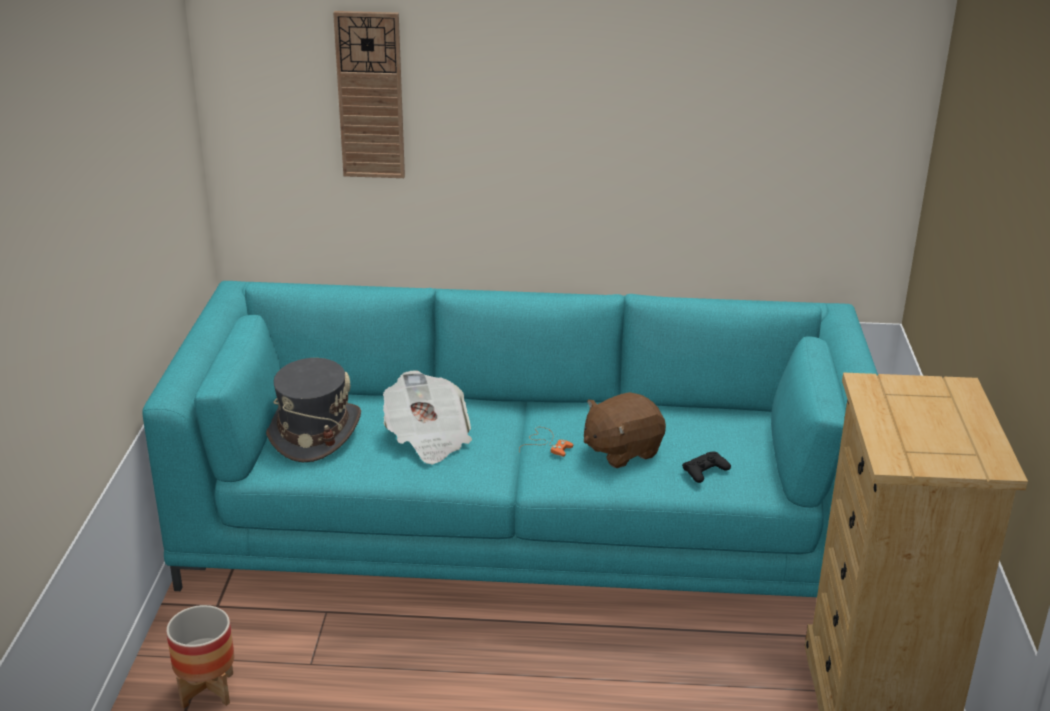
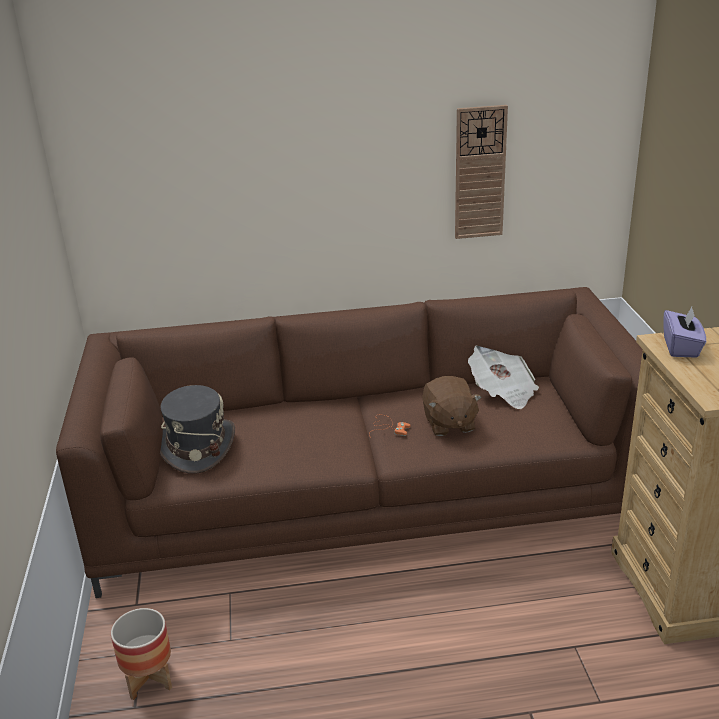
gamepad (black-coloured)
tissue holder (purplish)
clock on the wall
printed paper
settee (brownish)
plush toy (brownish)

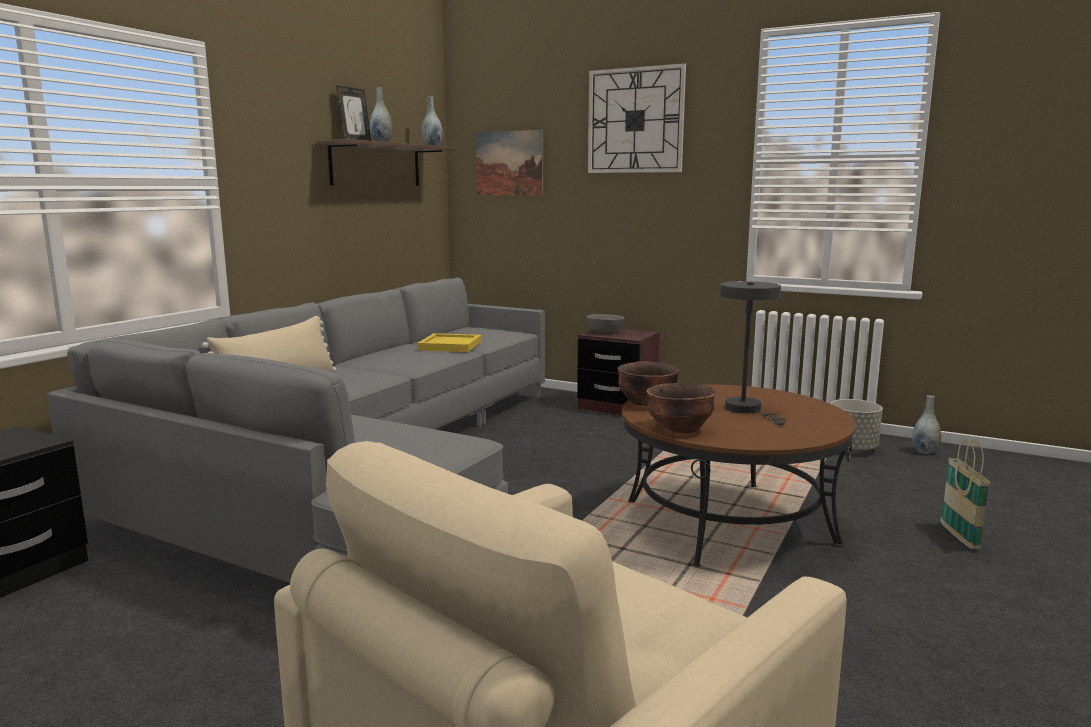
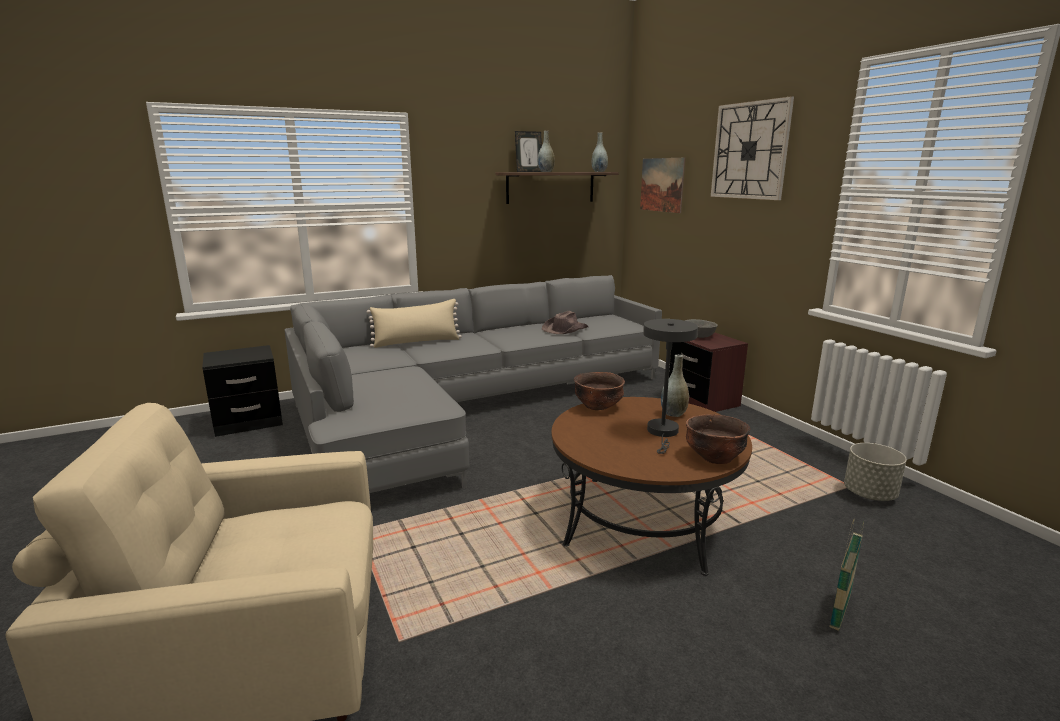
bowl (brownish) (no. 2 from left)
flower vase (gray) (no. 3 from left)
wearable hat (brownish)

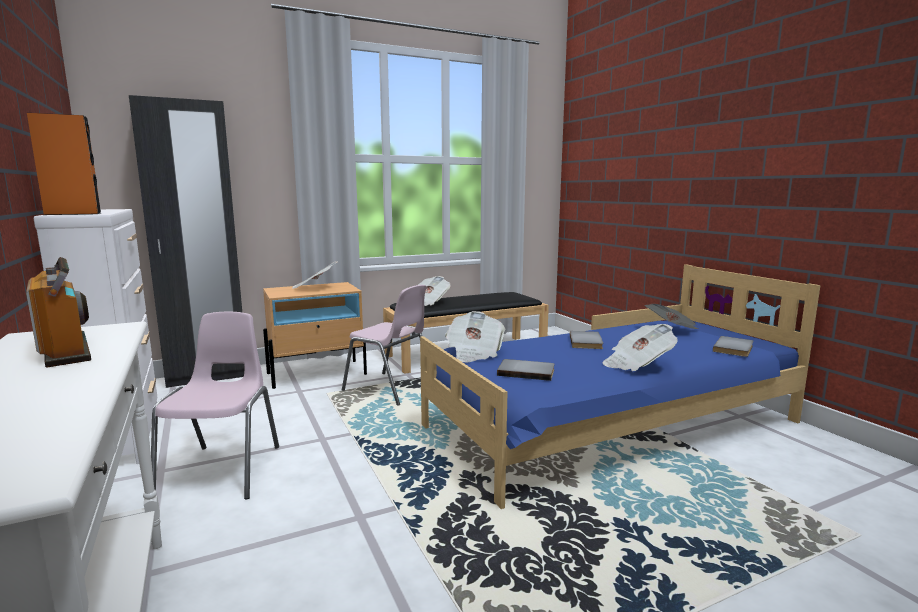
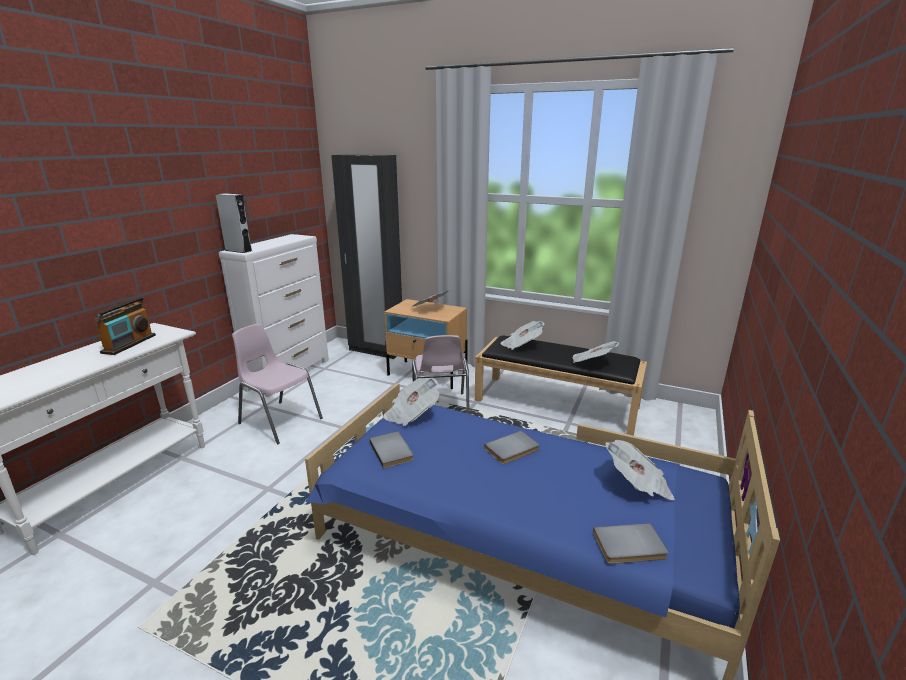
printed paper (no. 4 from left)
loudspeaker (gray)
plain chair (pinkish) (no. 1 from left)

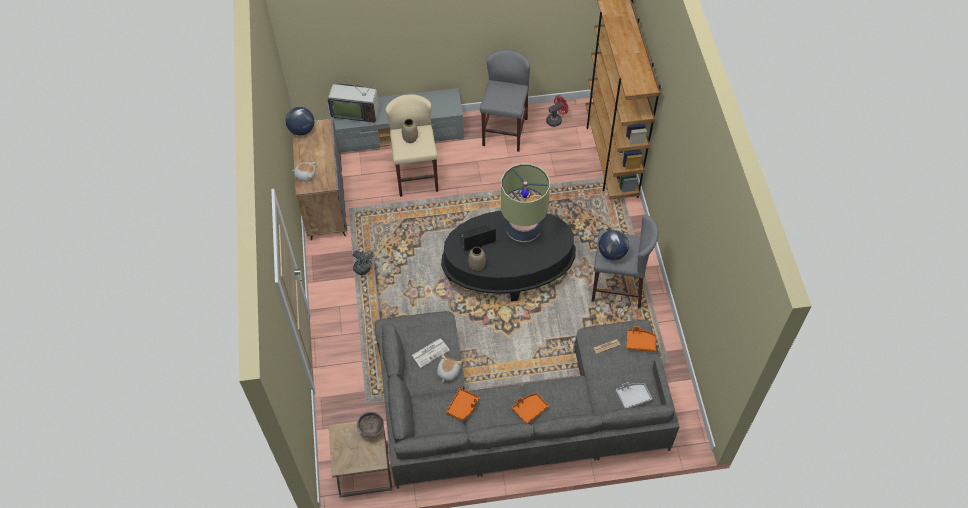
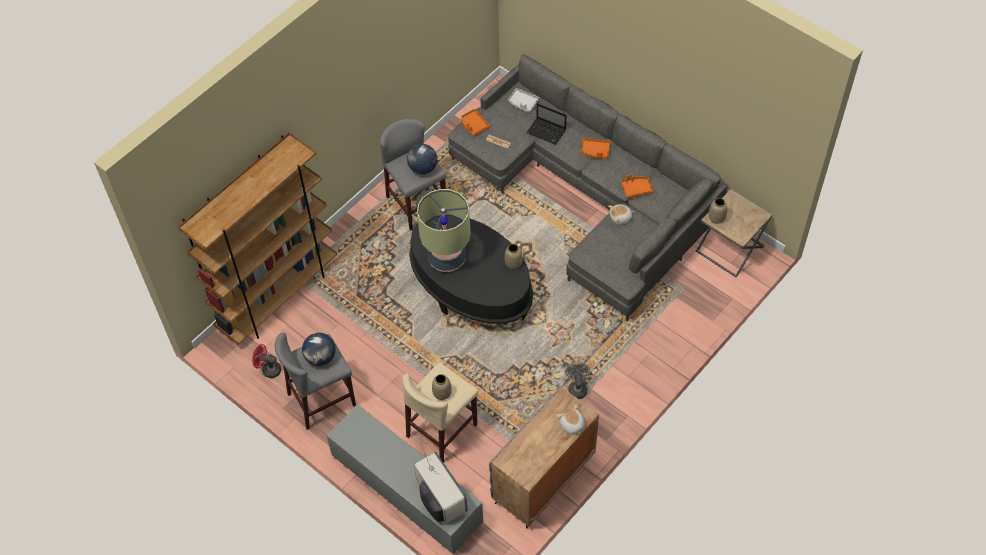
printed paper (no. 1 from left in the first image)
world globe (no. 1 from left)
portable computer
flower vase (no. 3 from left)

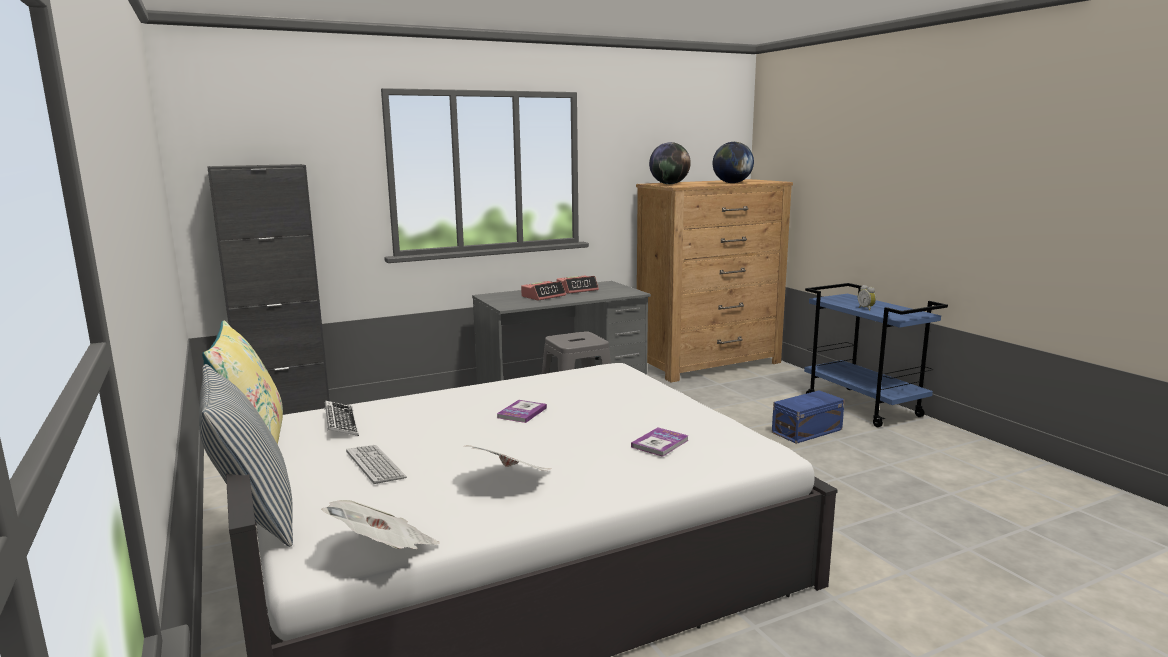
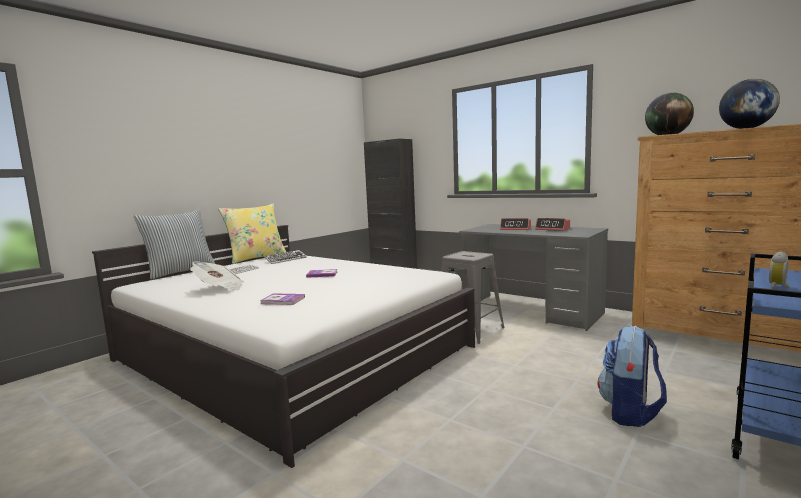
printed paper (no. 1 from left in the first image)
knapsack

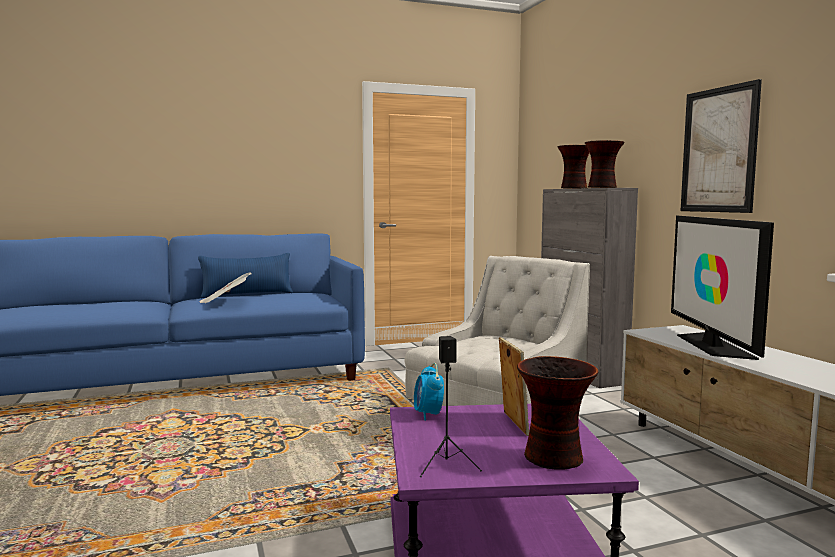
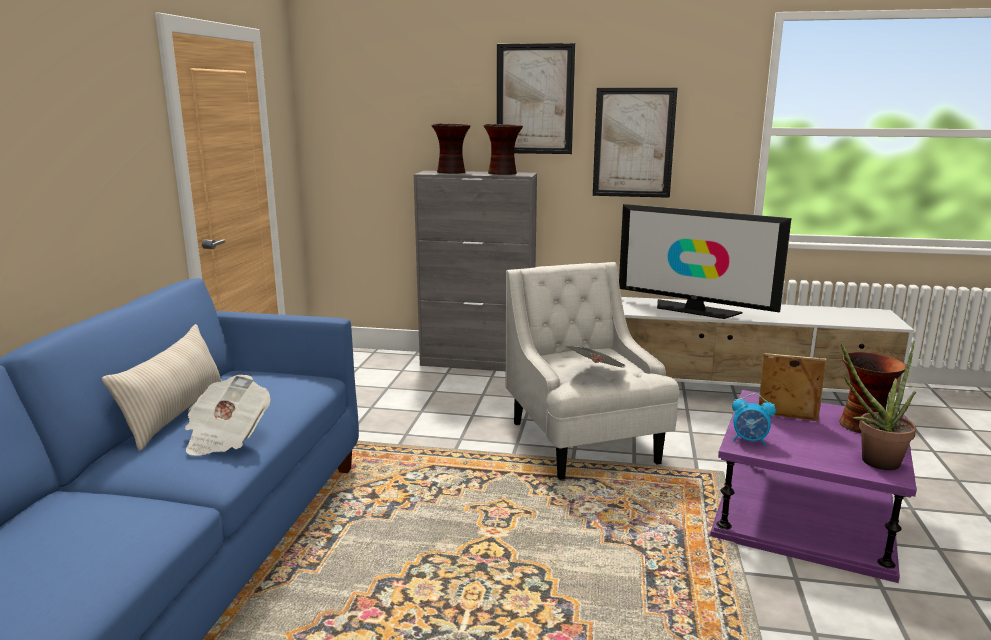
wall art (no. 1 from left)
printed paper (no. 2 from left)
houseplant
pillow (beige-coloured)

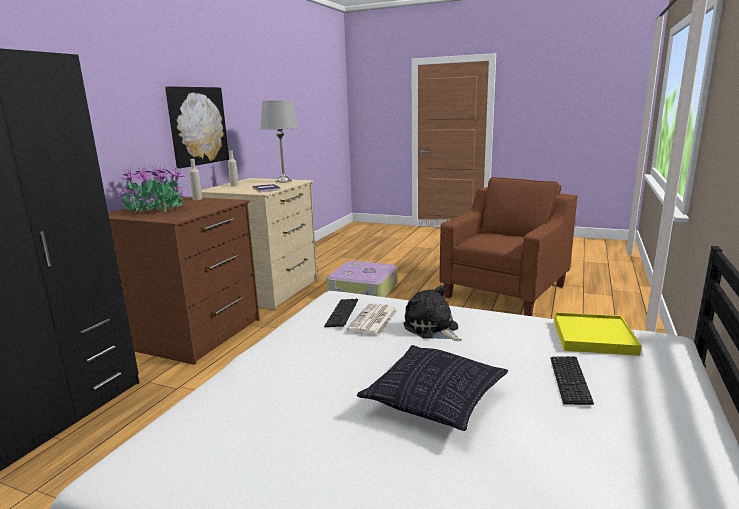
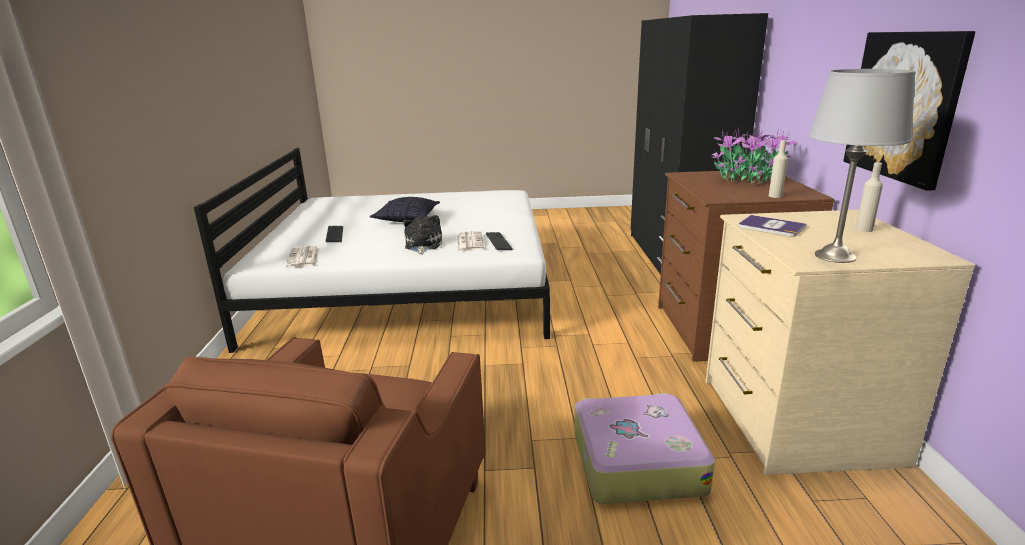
printed paper (no. 1 from left)
plush toy

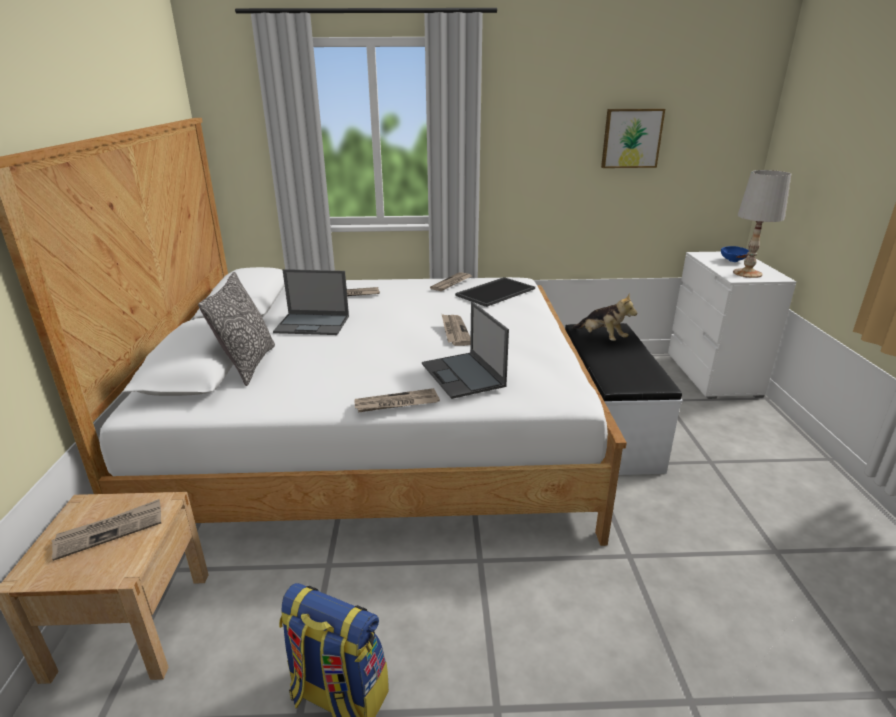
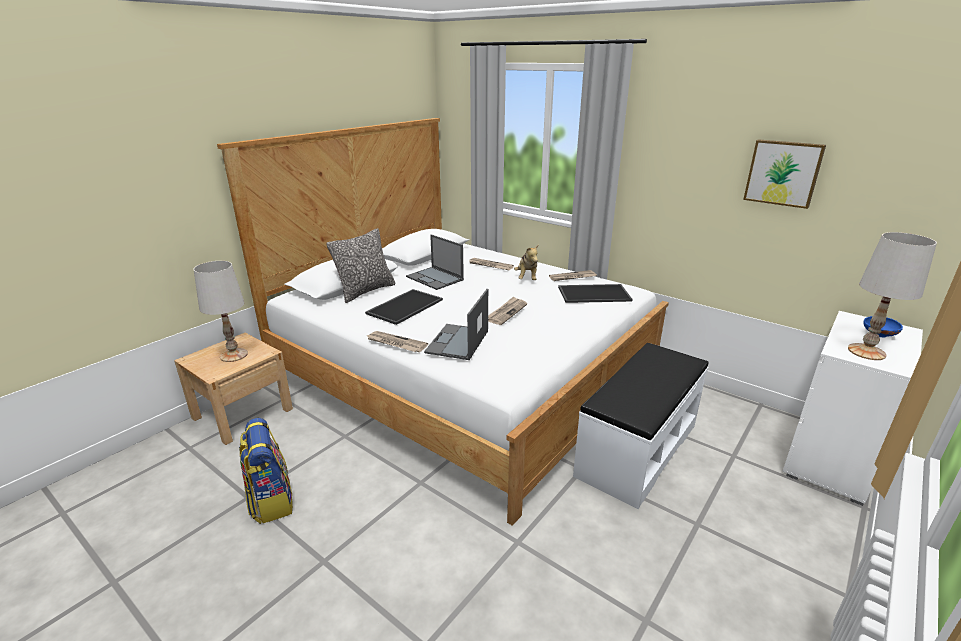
tray (no. 1 from left)
plush toy
table lamp (white) (no. 1 from left)

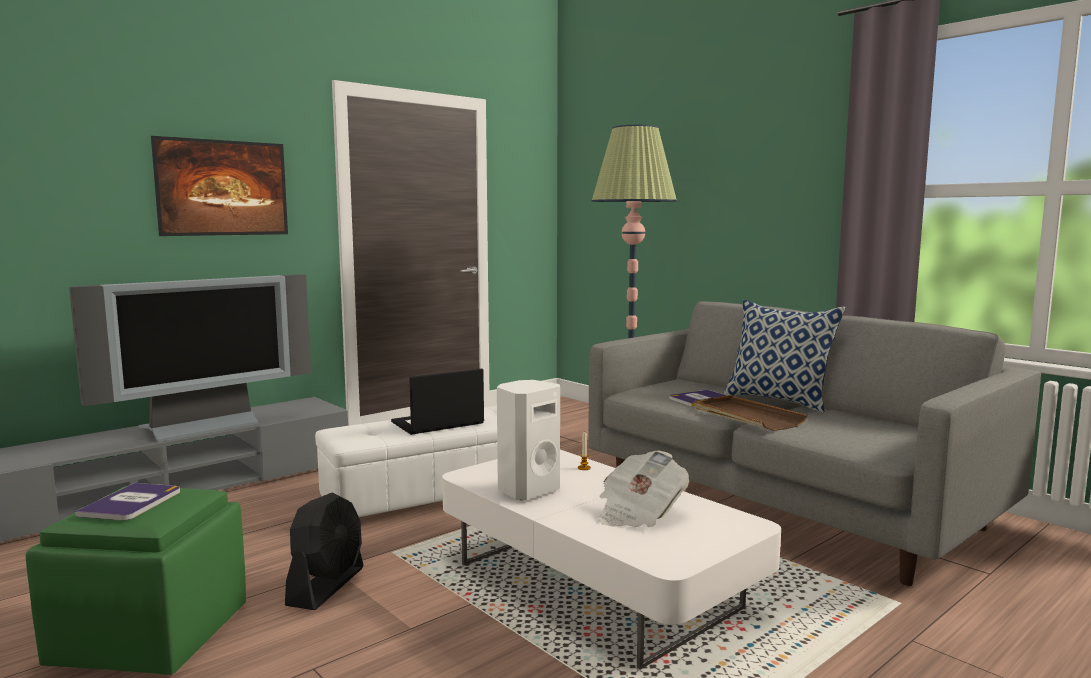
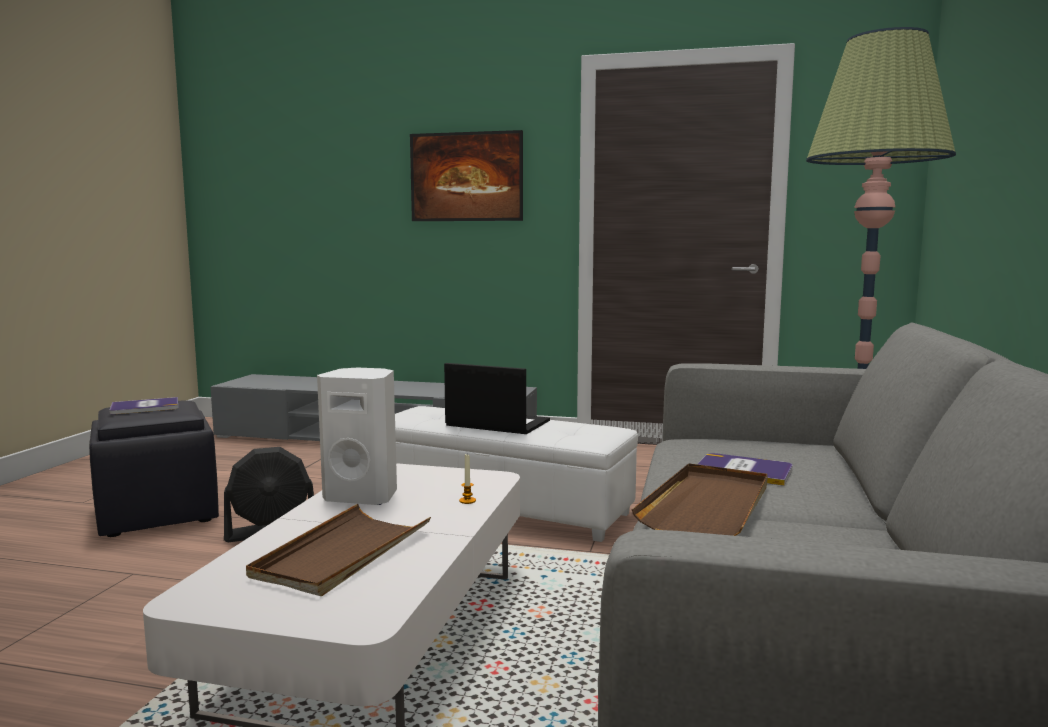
television
pillow
tray (brownish) (no. 1 from left)
pouffe (black-coloured)

